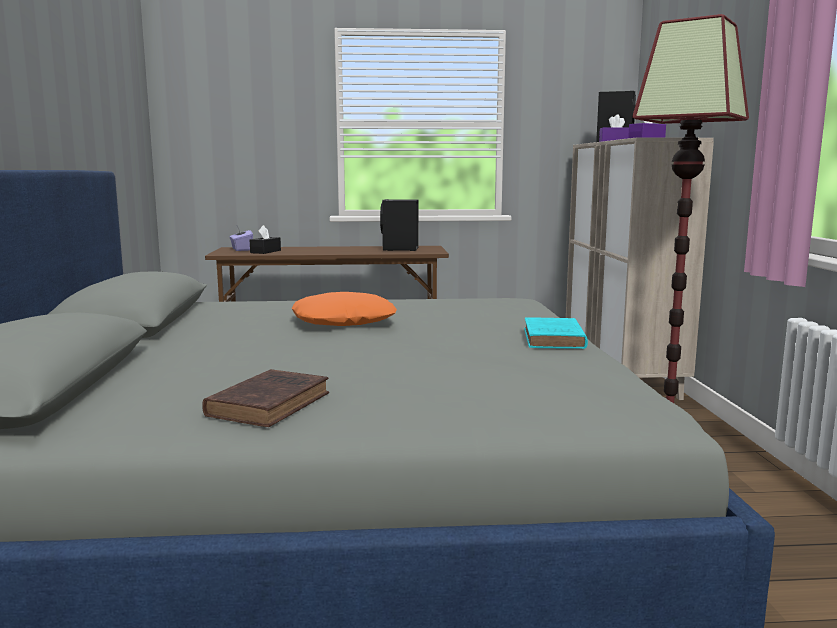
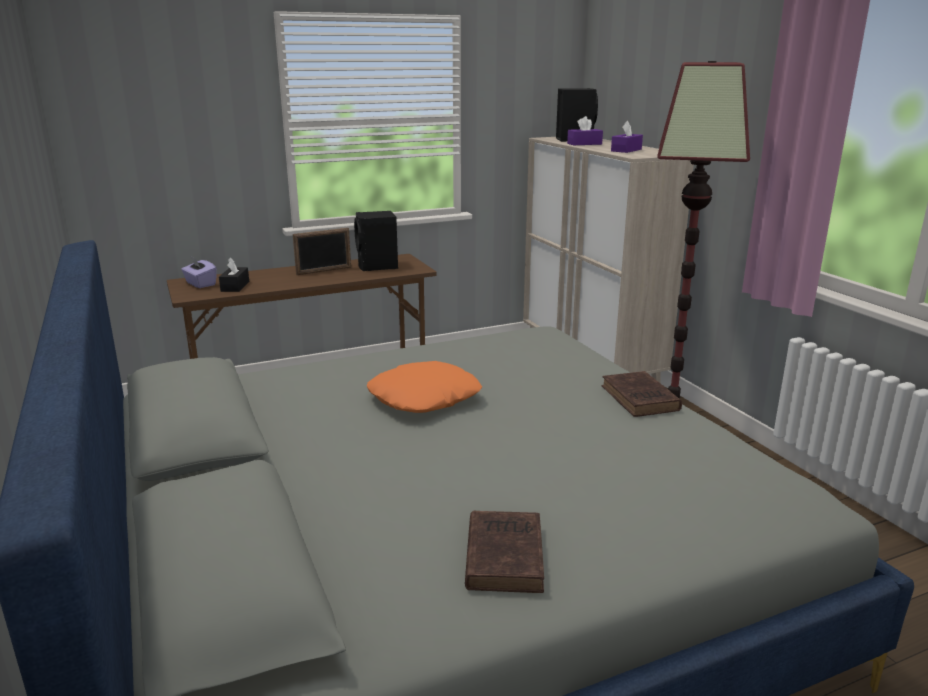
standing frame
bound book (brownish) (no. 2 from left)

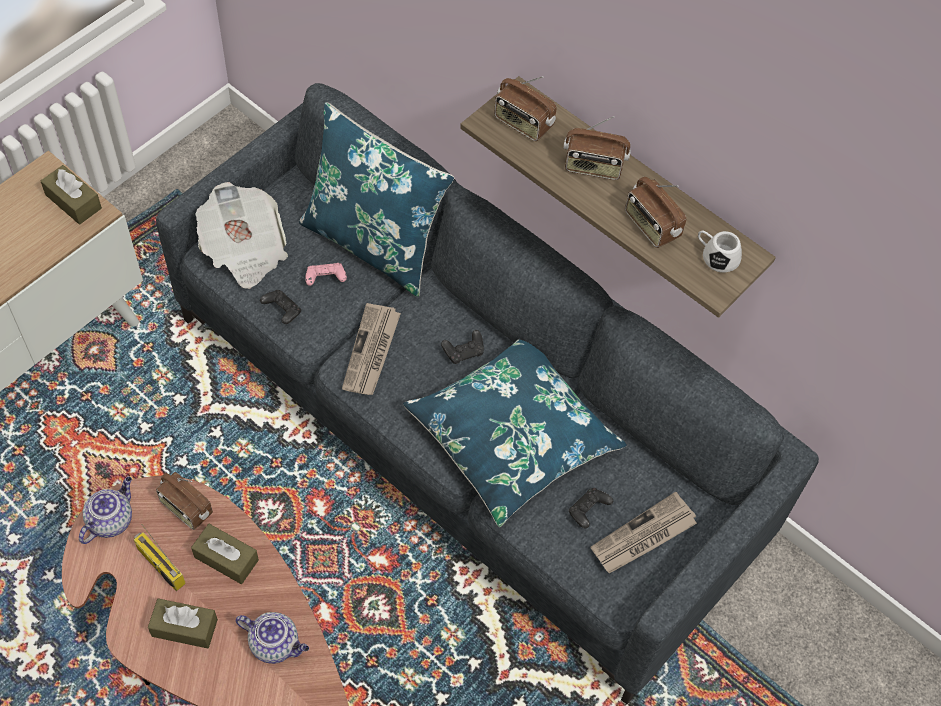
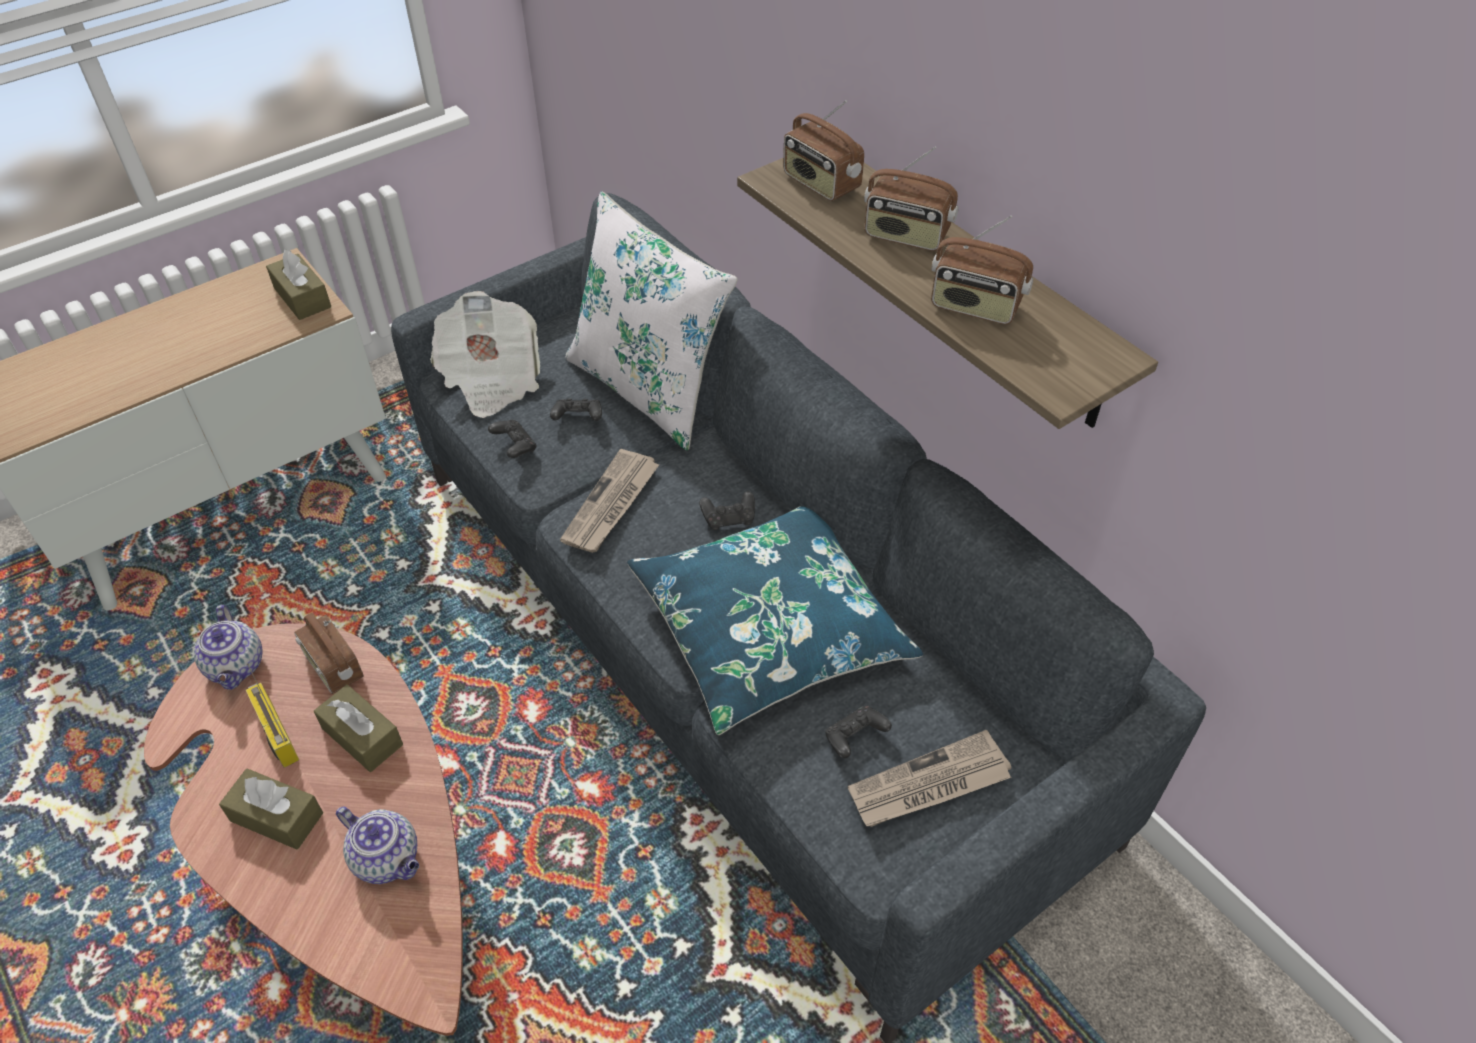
mug (white)
pillow (white)
gamepad (black-coloured) (no. 2 from left)
teapot (no. 1 from left)
radio (no. 5 from left)

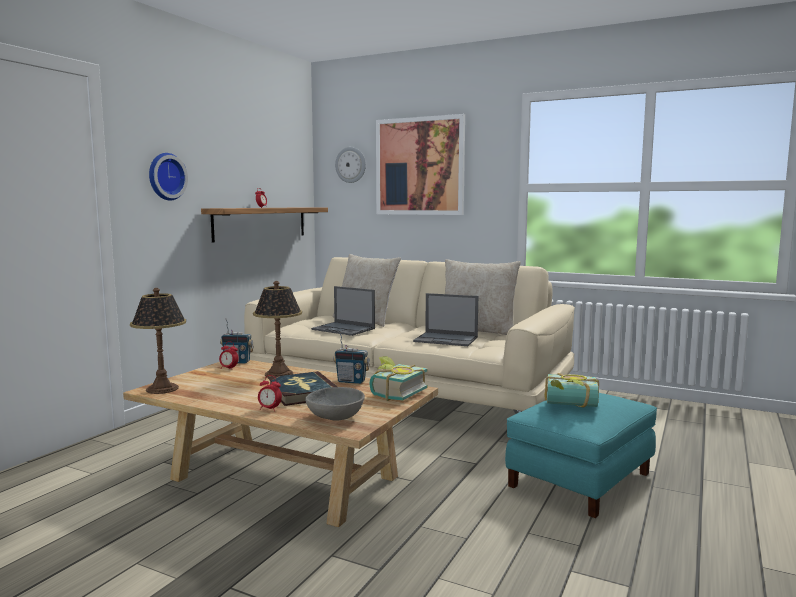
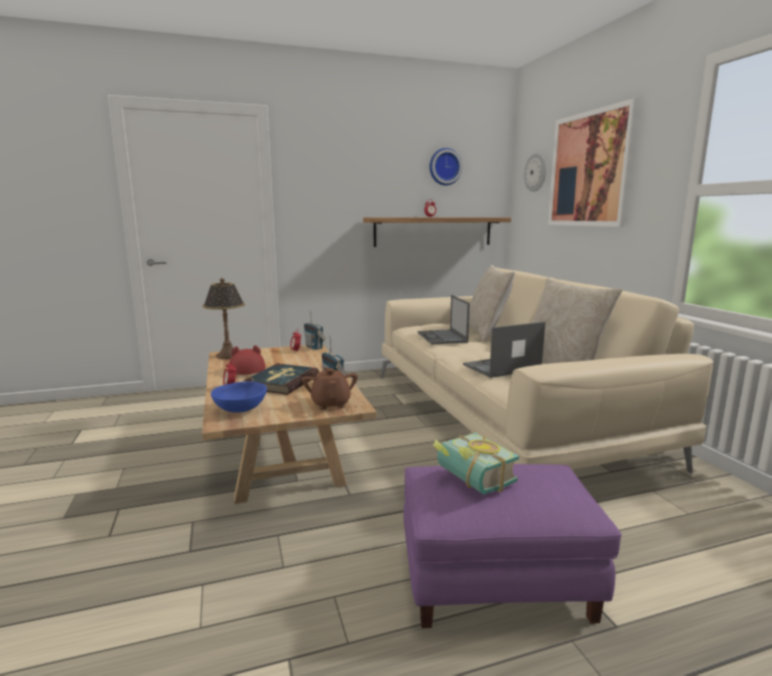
table lamp (no. 2 from left in the first image)
wearable hat (red-coloured)
clock on the wall (no. 1 from left)
teapot (brownish)
bowl (blue)
pouffe (purplish)
portable computer (no. 2 from left)

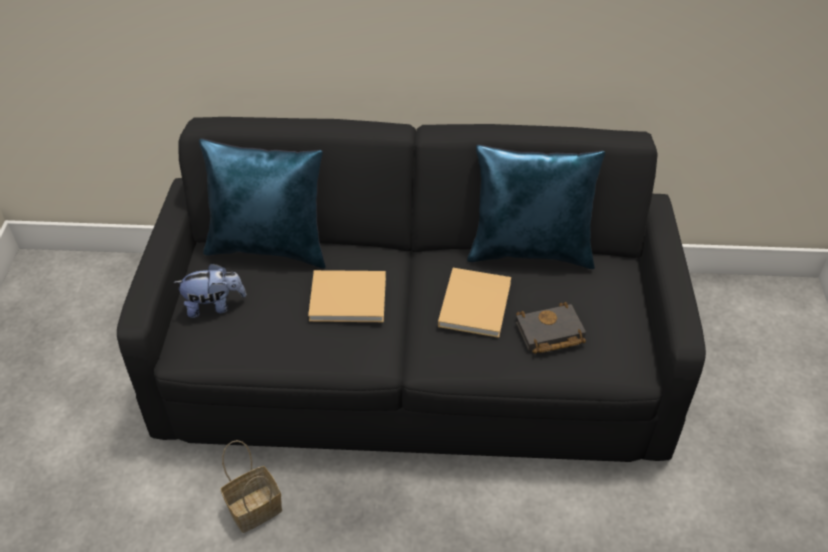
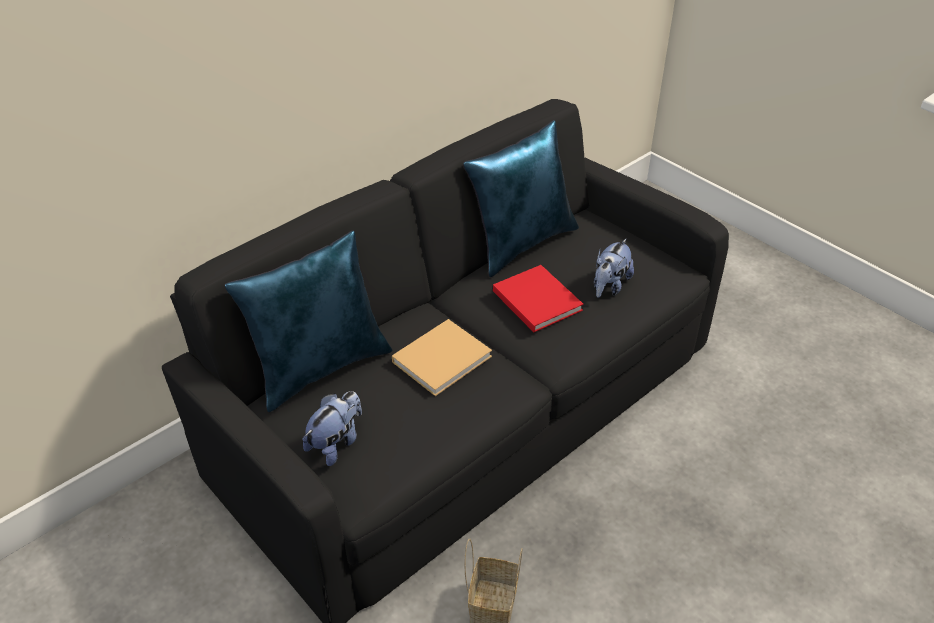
plush toy (no. 2 from left)
bound book (red-coloured)

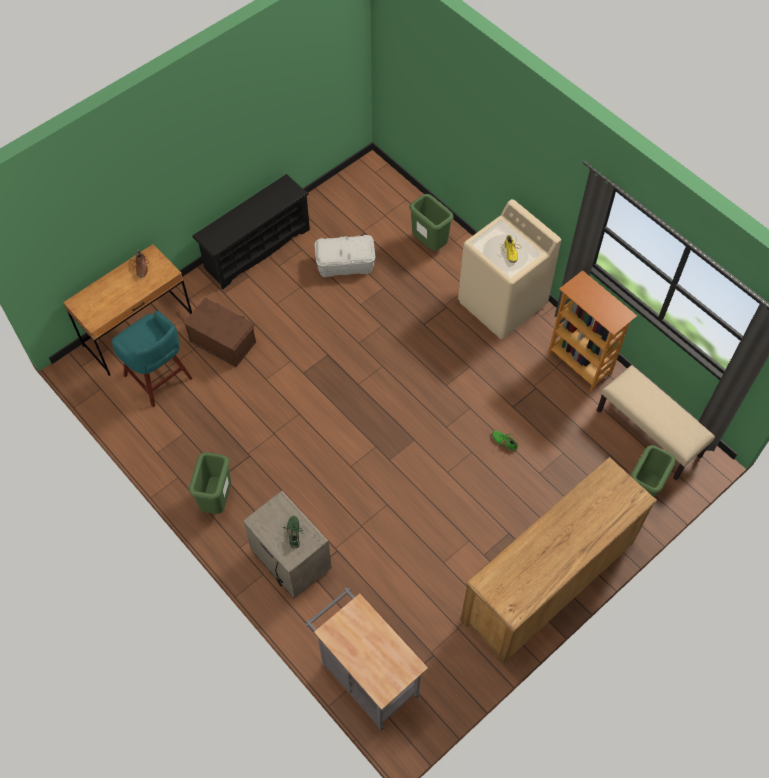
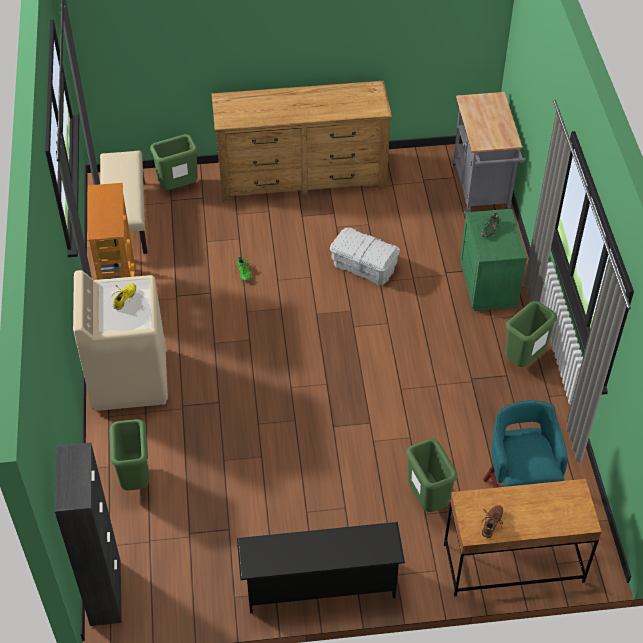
cupboard (black-coloured)
storage container (white)
trash can (green) (no. 3 from left)
night table (green)

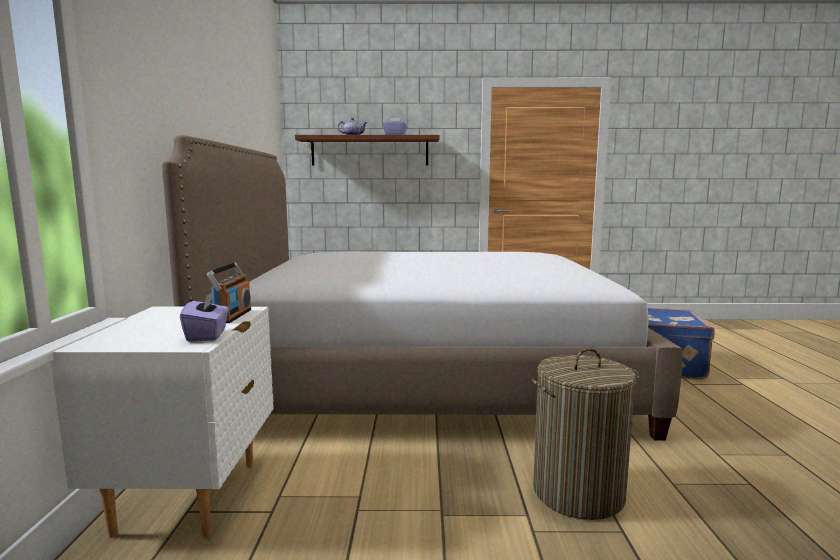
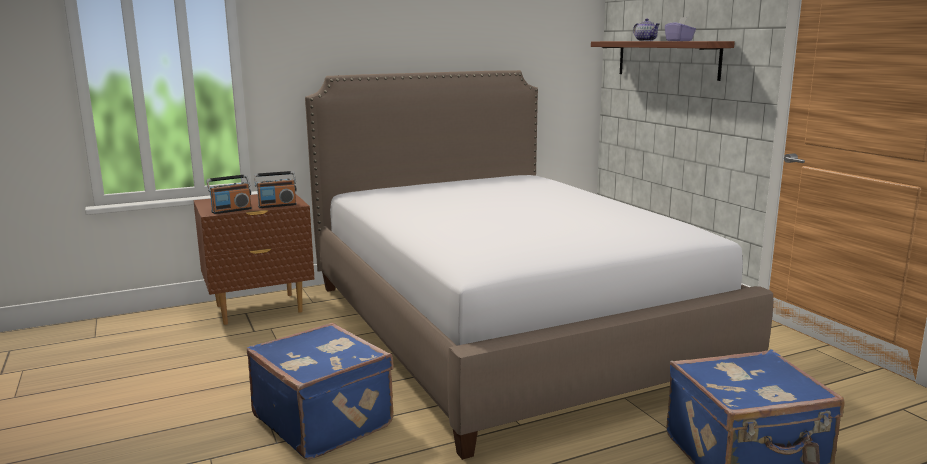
radio (no. 1 from left)
suitcase (blue) (no. 1 from left)
night table (brownish)

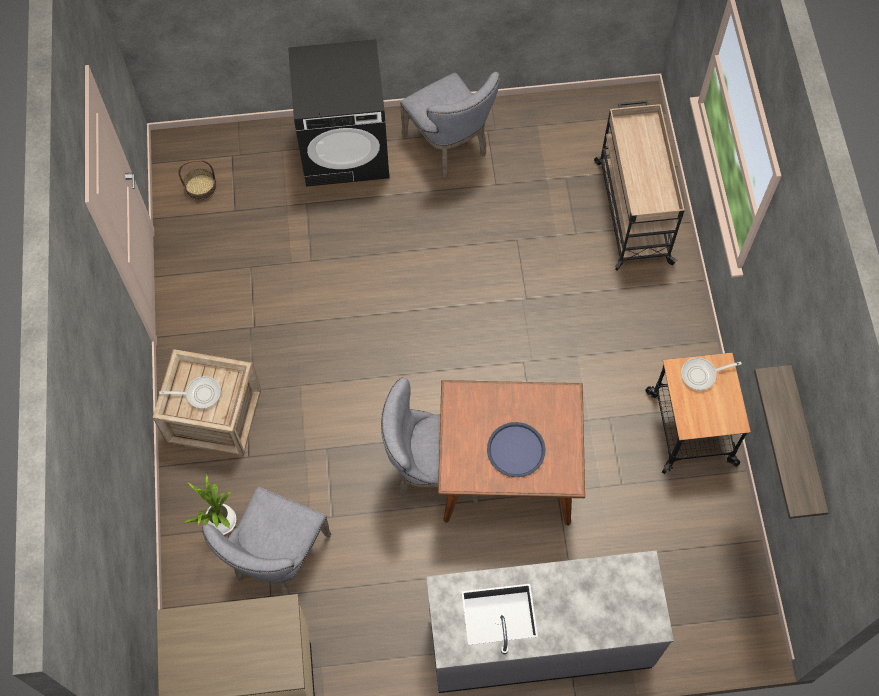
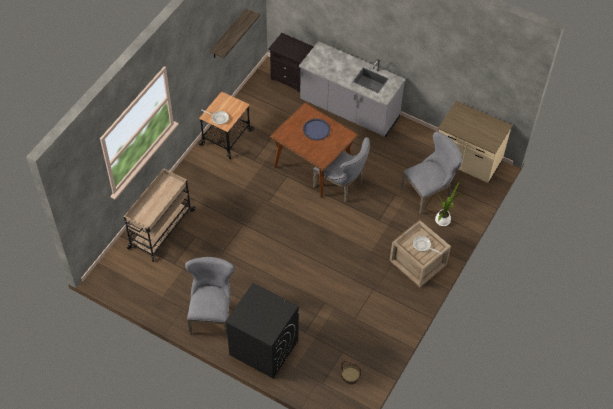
night table (black-coloured)

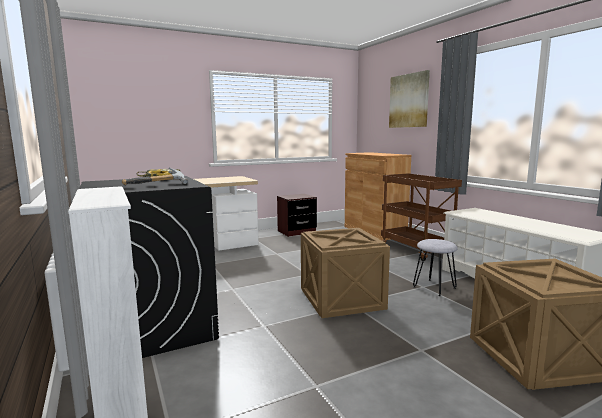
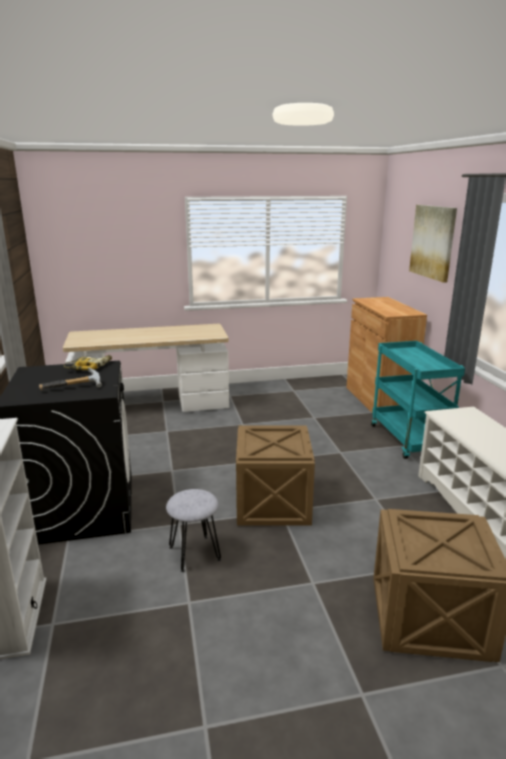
night table (brownish)
stool (gray)
wheeled cart (turquoise)

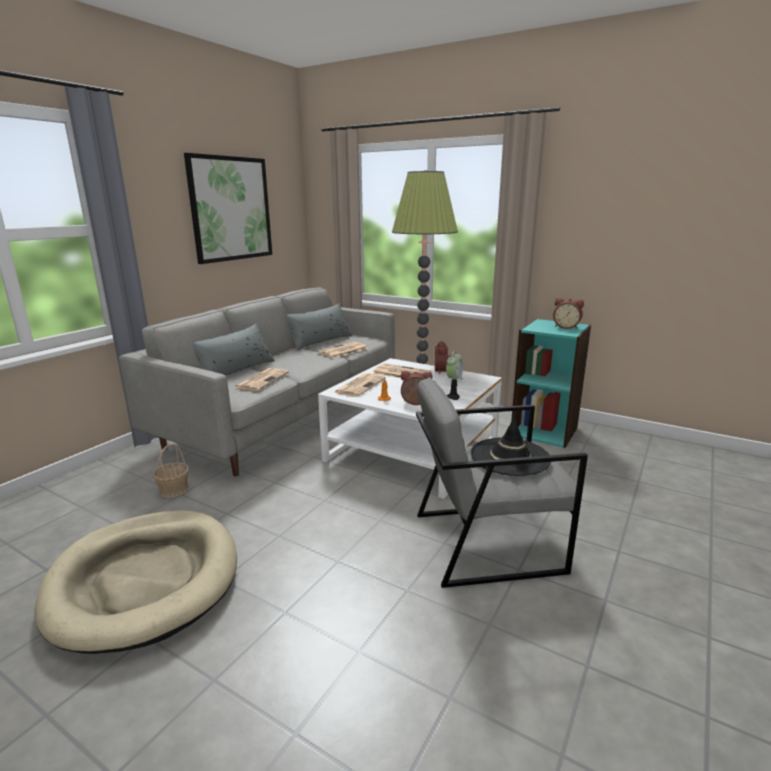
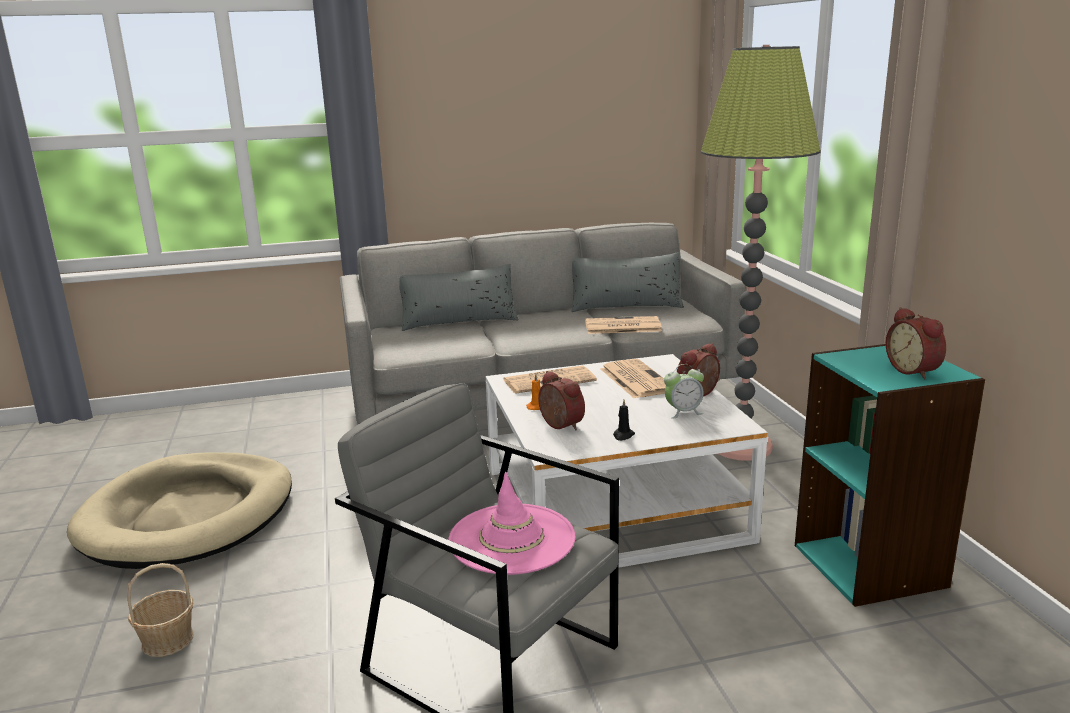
wall art
printed paper (no. 1 from left in the first image)
storage basket
wearable hat (pinkish)

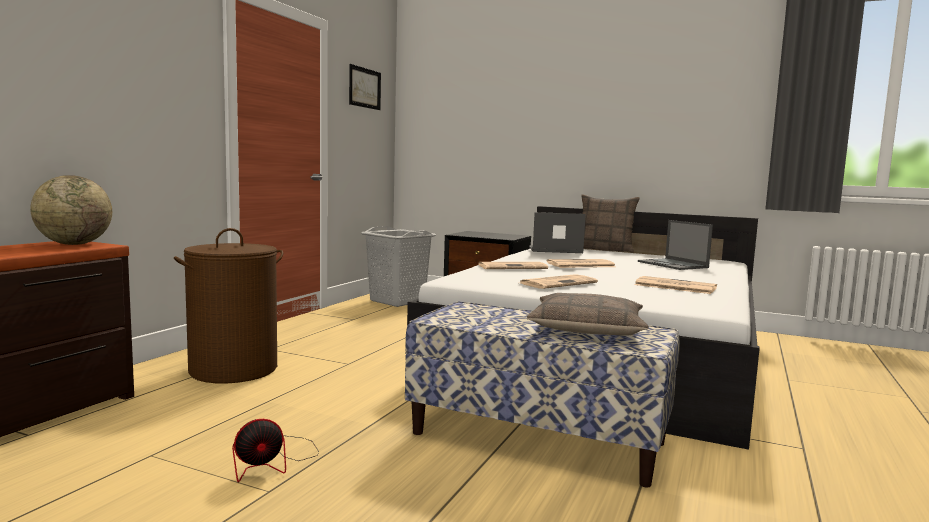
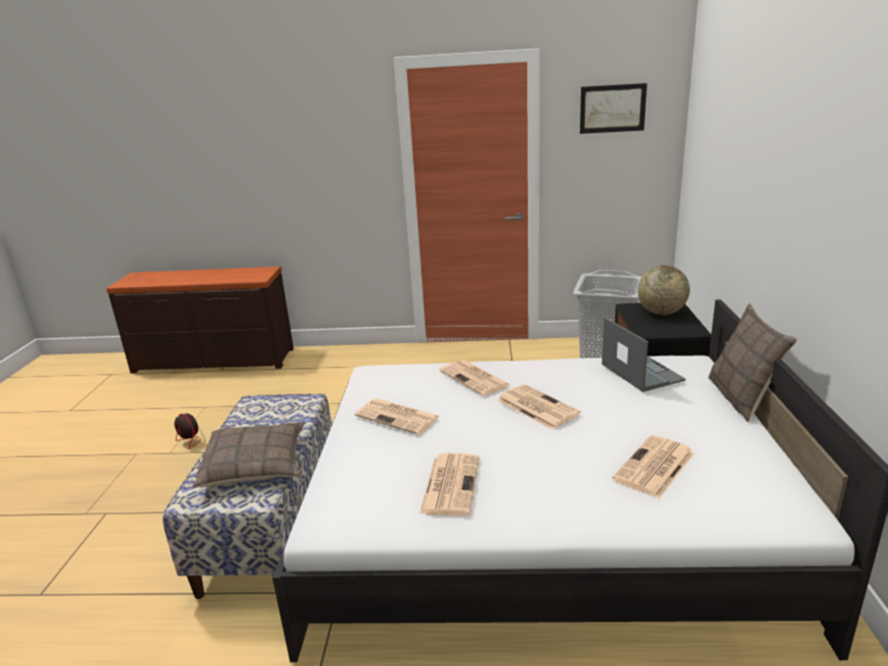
hamper (brownish)
world globe
printed paper (no. 5 from left)

